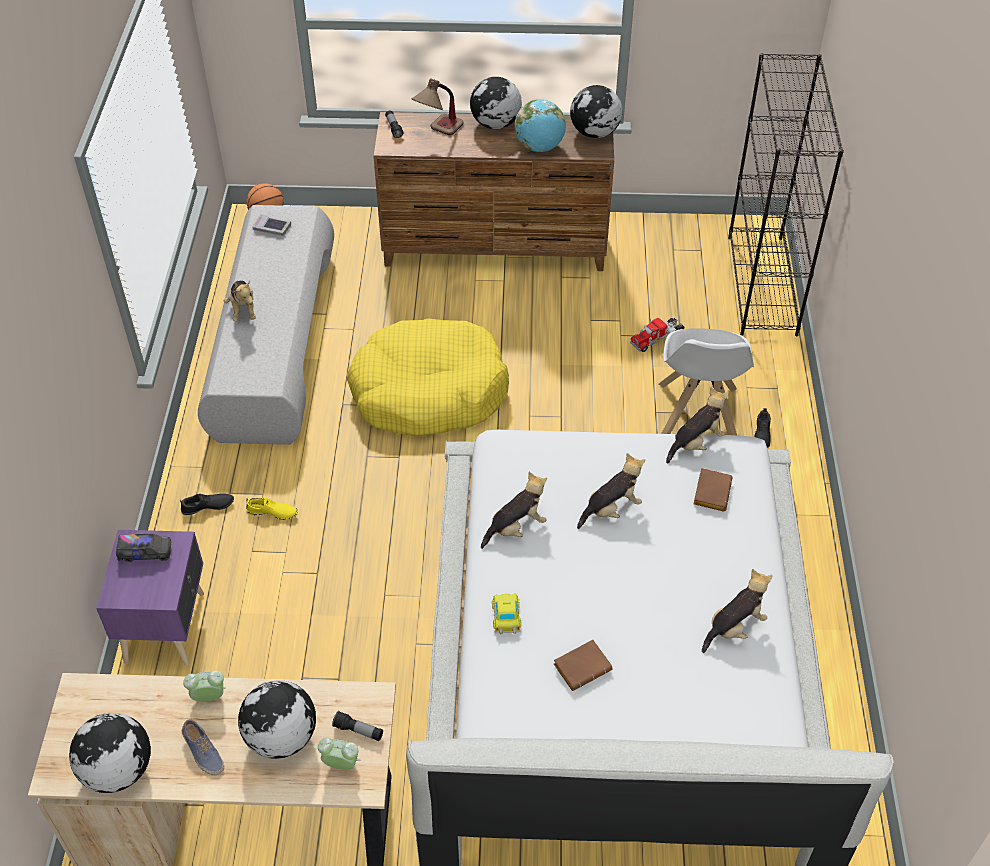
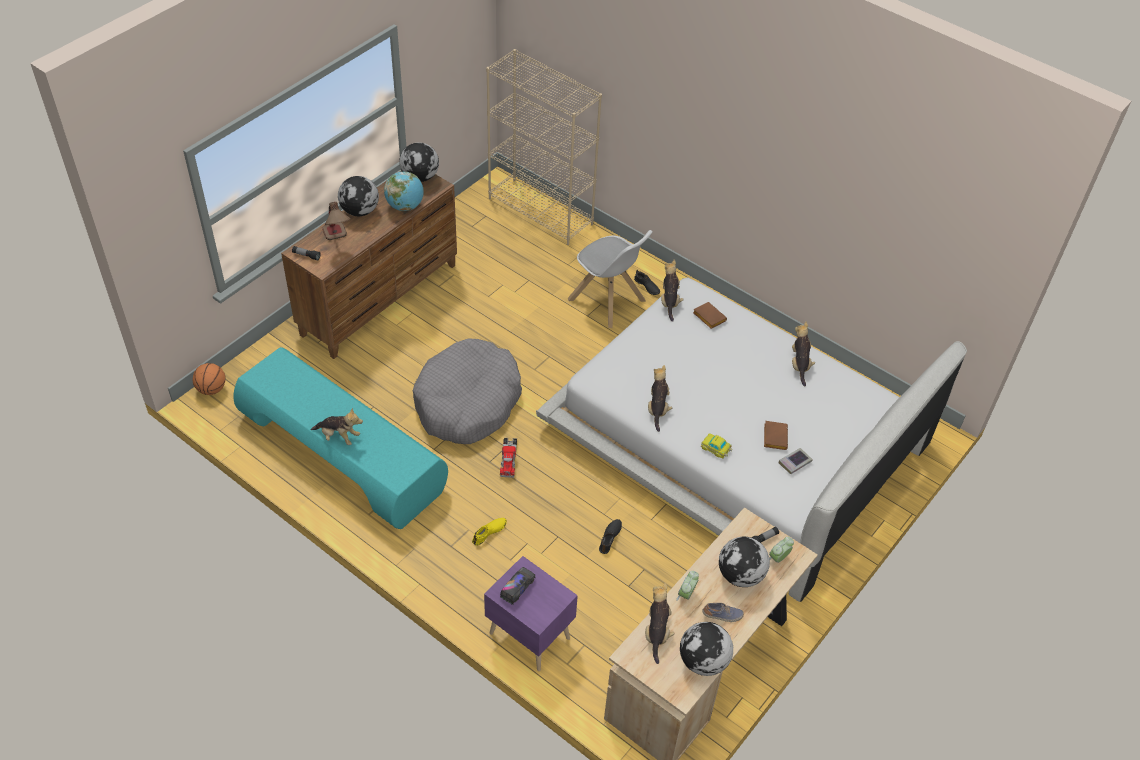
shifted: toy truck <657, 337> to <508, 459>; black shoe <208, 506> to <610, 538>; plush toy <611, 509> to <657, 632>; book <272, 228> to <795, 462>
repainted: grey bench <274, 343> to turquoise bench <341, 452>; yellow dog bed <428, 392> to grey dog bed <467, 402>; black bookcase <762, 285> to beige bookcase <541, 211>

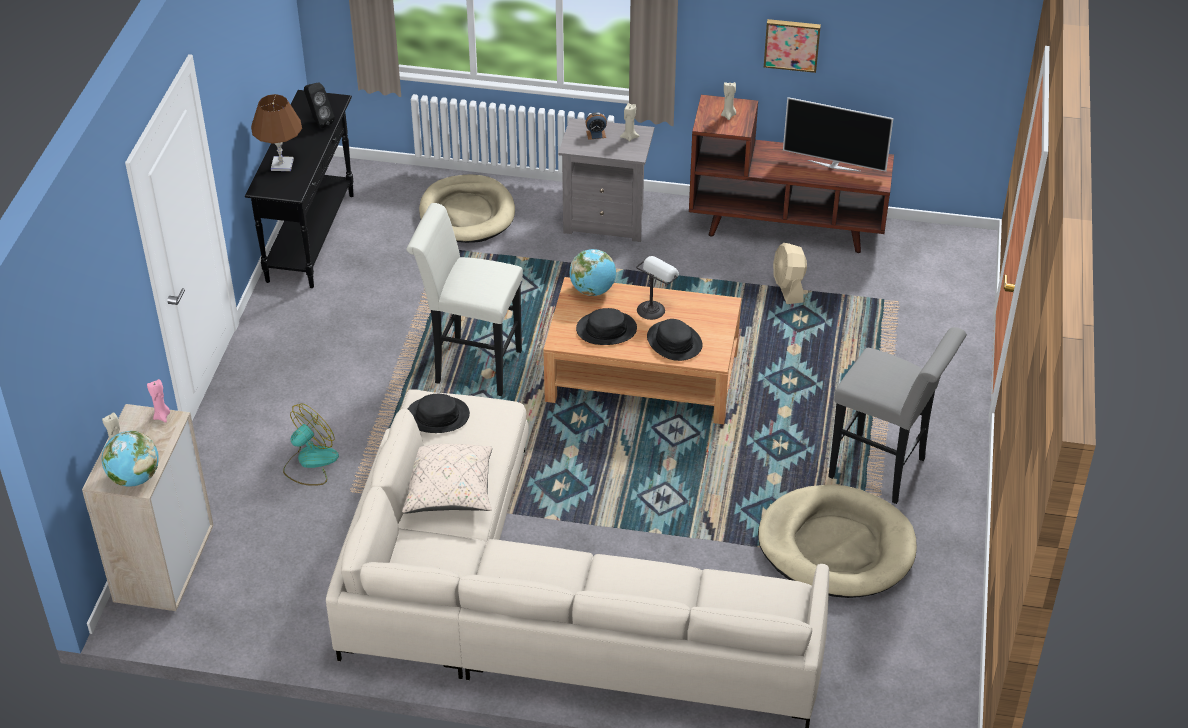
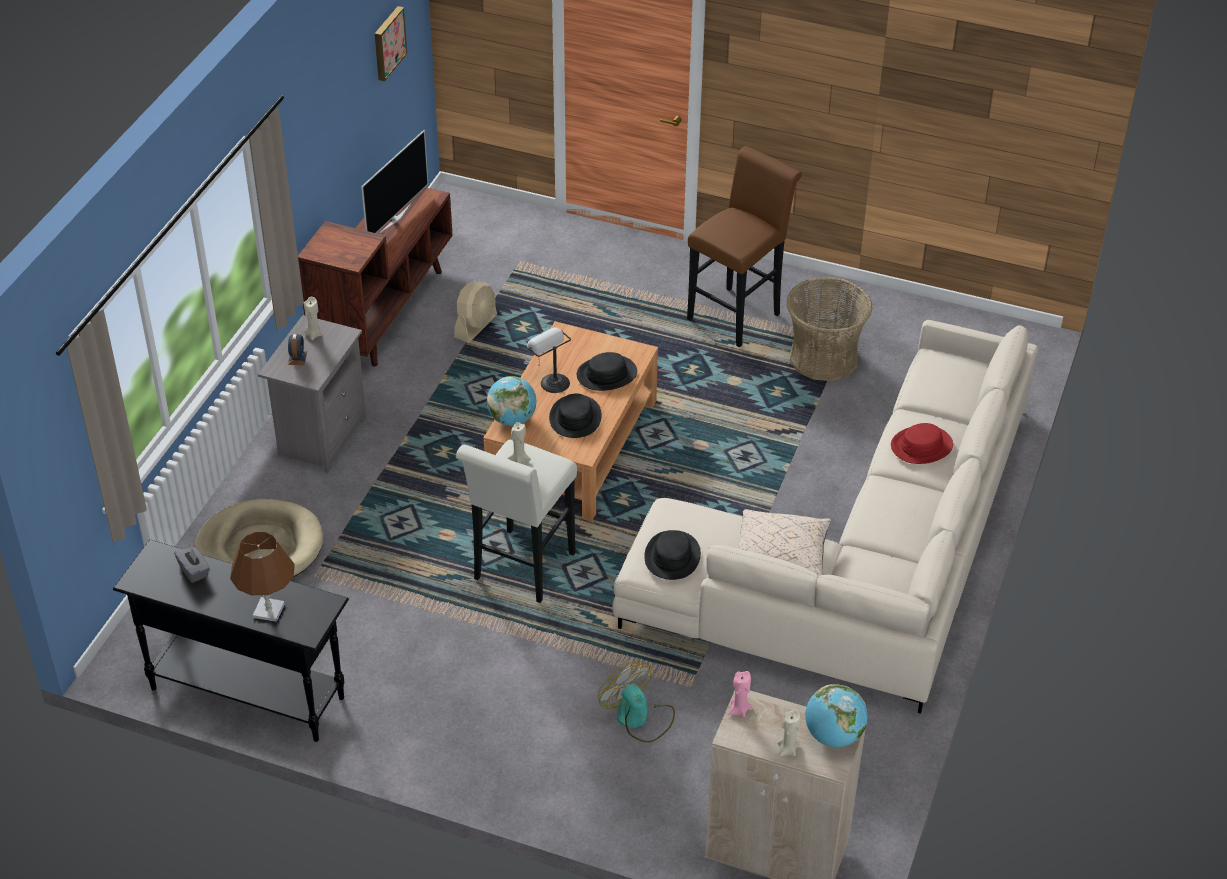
new: red hat <921, 446>
shifted: picture <792, 44> to <388, 43>; beige candle <728, 115> to <519, 459>
swapped: black speaker <319, 122> to grey tissue box <194, 571>; beige dog bed <836, 546> to basket <823, 358>
repainted: grey stool <884, 470> to brown stool <738, 313>
rotated: beige fan <788, 287> = <476, 326> 60 degrees counterclockwise

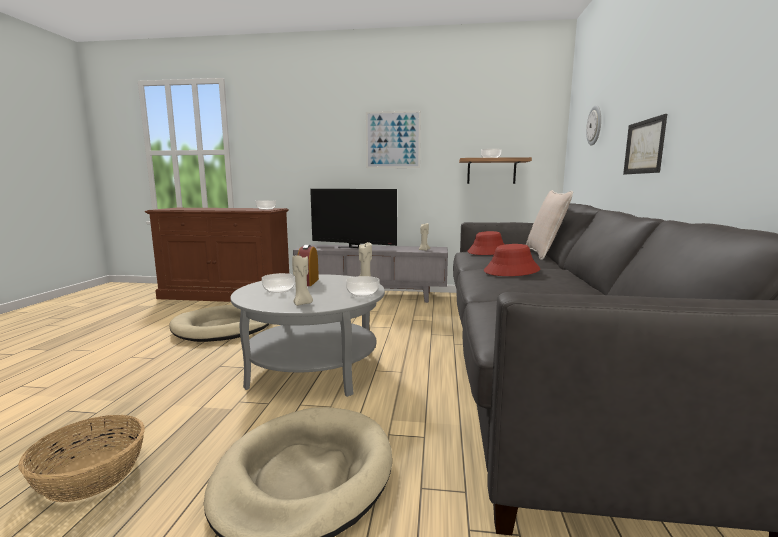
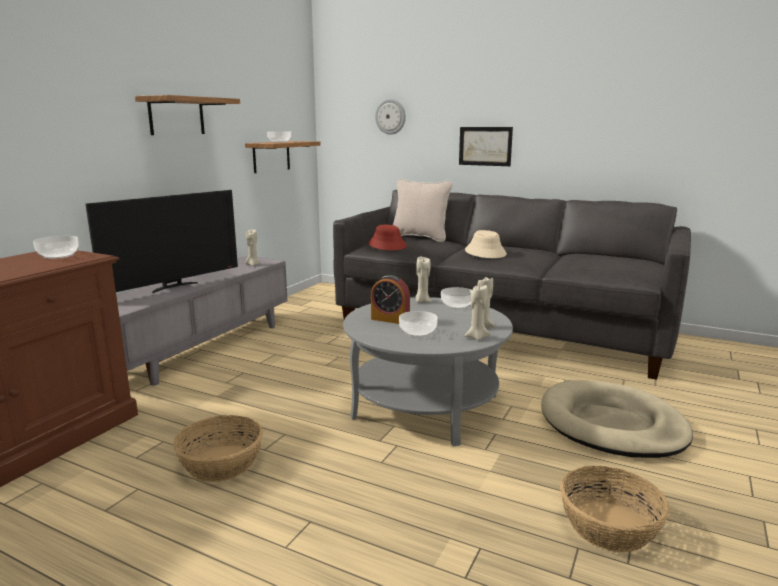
new: beige candle <476, 337>
swapped: picture <393, 140> to shelf <176, 116>; beige dog bed <222, 328> to basket <221, 463>
repainted: red hat <512, 271> to beige hat <485, 252>

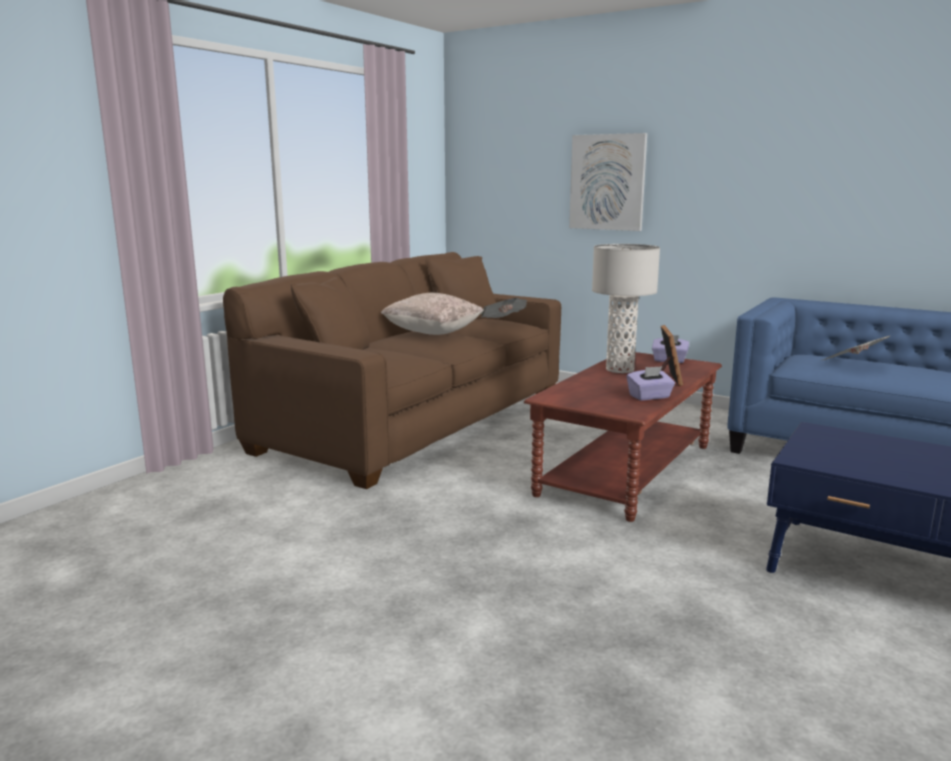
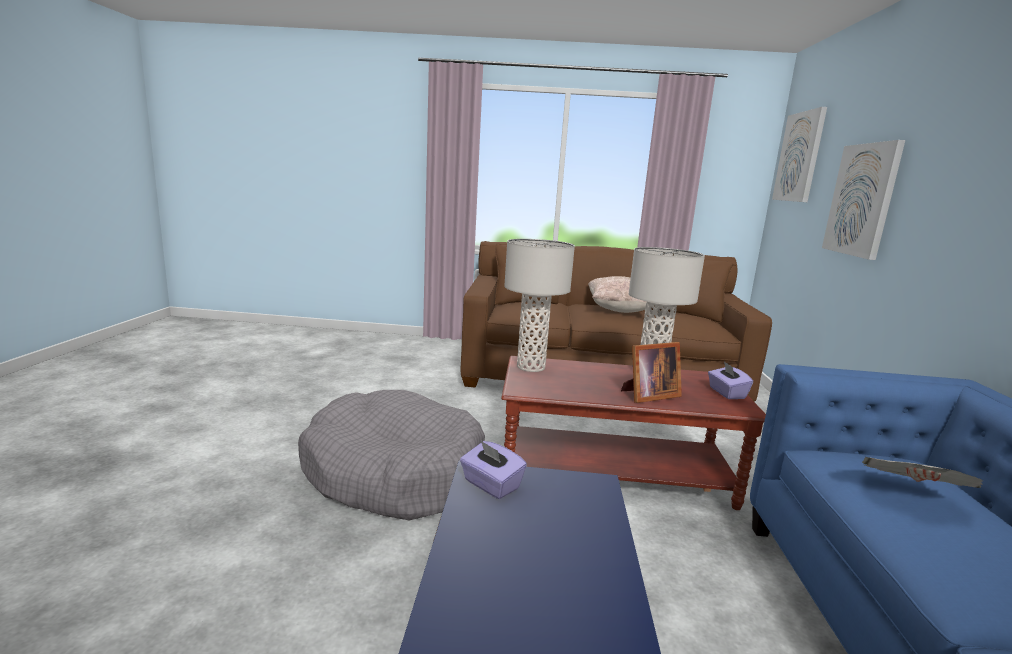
gone: newspaper <503, 322>
new: grey dog bed <393, 472>; white table lamp <530, 367>; picture <799, 157>
shifted: purple tissue box <649, 397> to <491, 485>

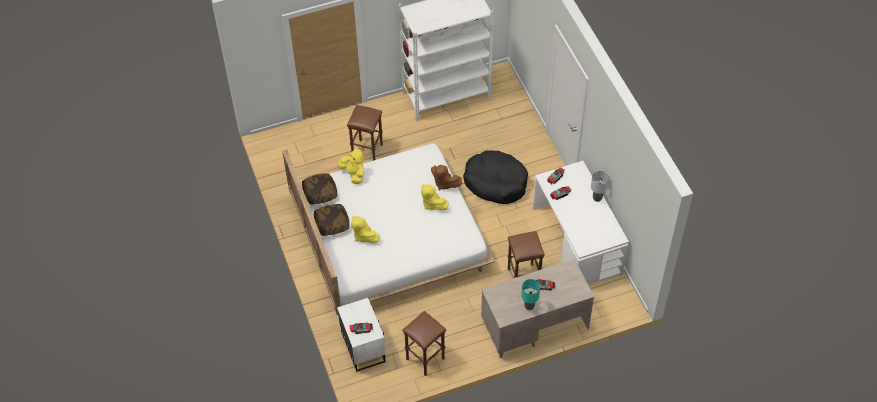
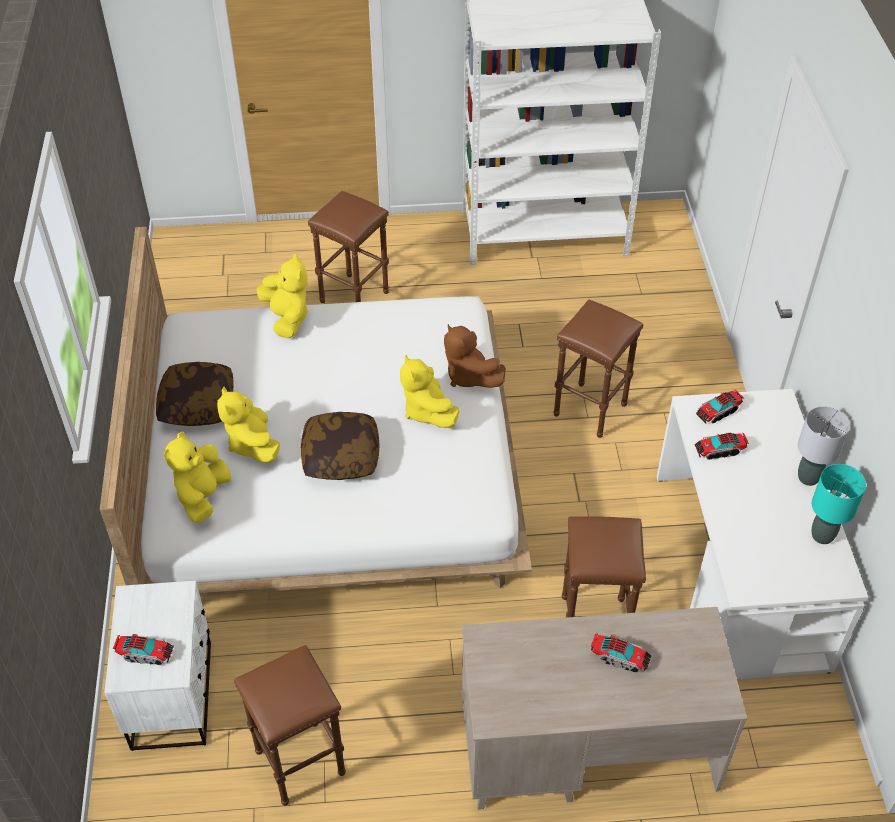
new: yellow plush toy <203, 496>
shifted: pillow <320, 193> to <341, 456>; turquoise table lamp <529, 306> to <822, 536>
swapped: black dog bed <495, 182> to brown stool <592, 409>

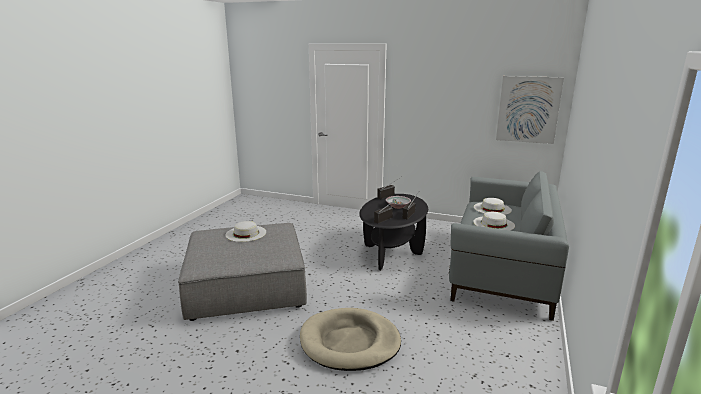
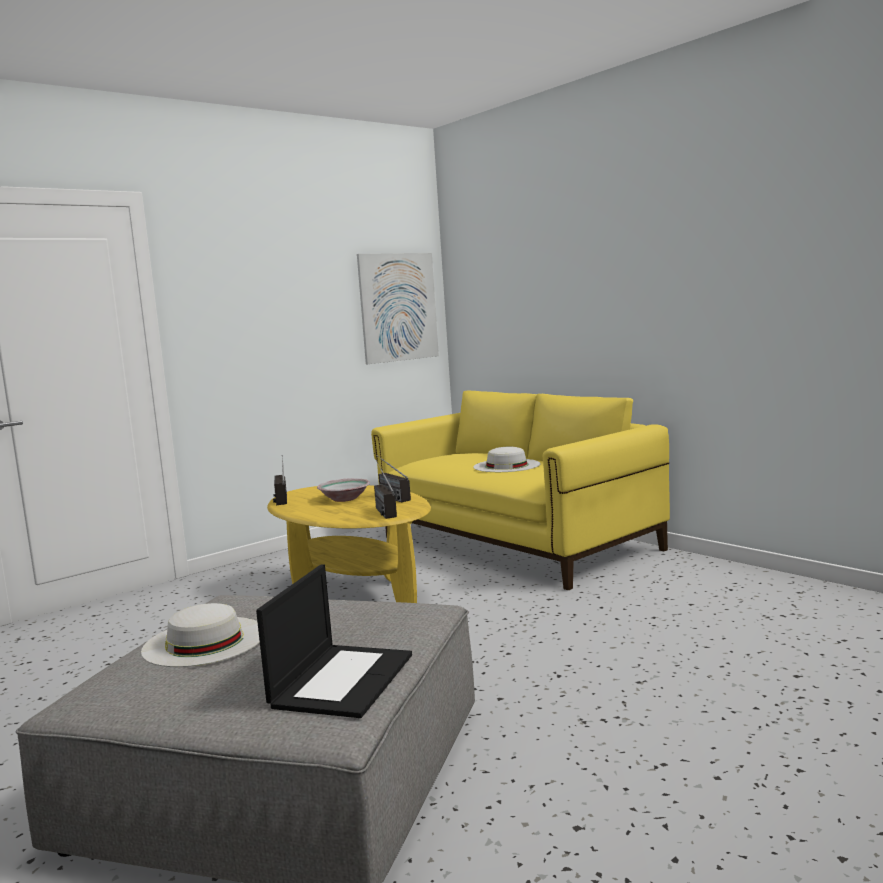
gone: beige dog bed <350, 342>; white hat <492, 208>
new: laptop <342, 679>
repainted: black coffee table <393, 250> to yellow coffee table <354, 595>; grey sofa <502, 269> to yellow sofa <515, 543>

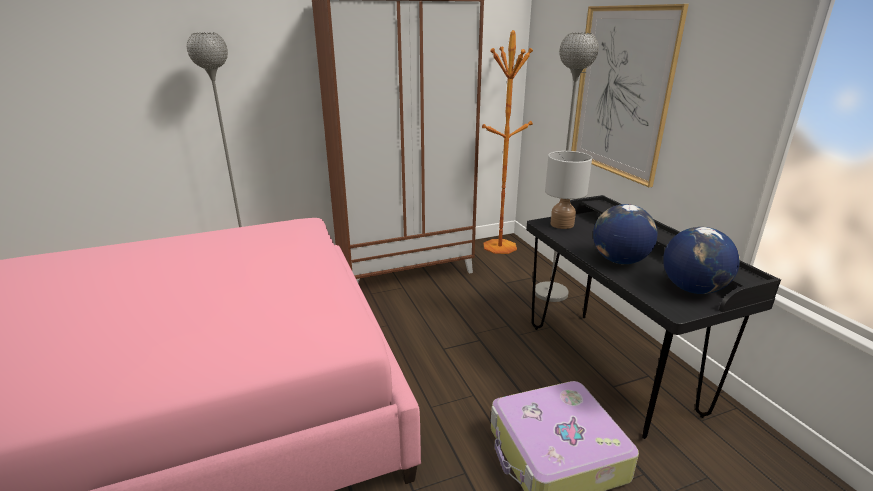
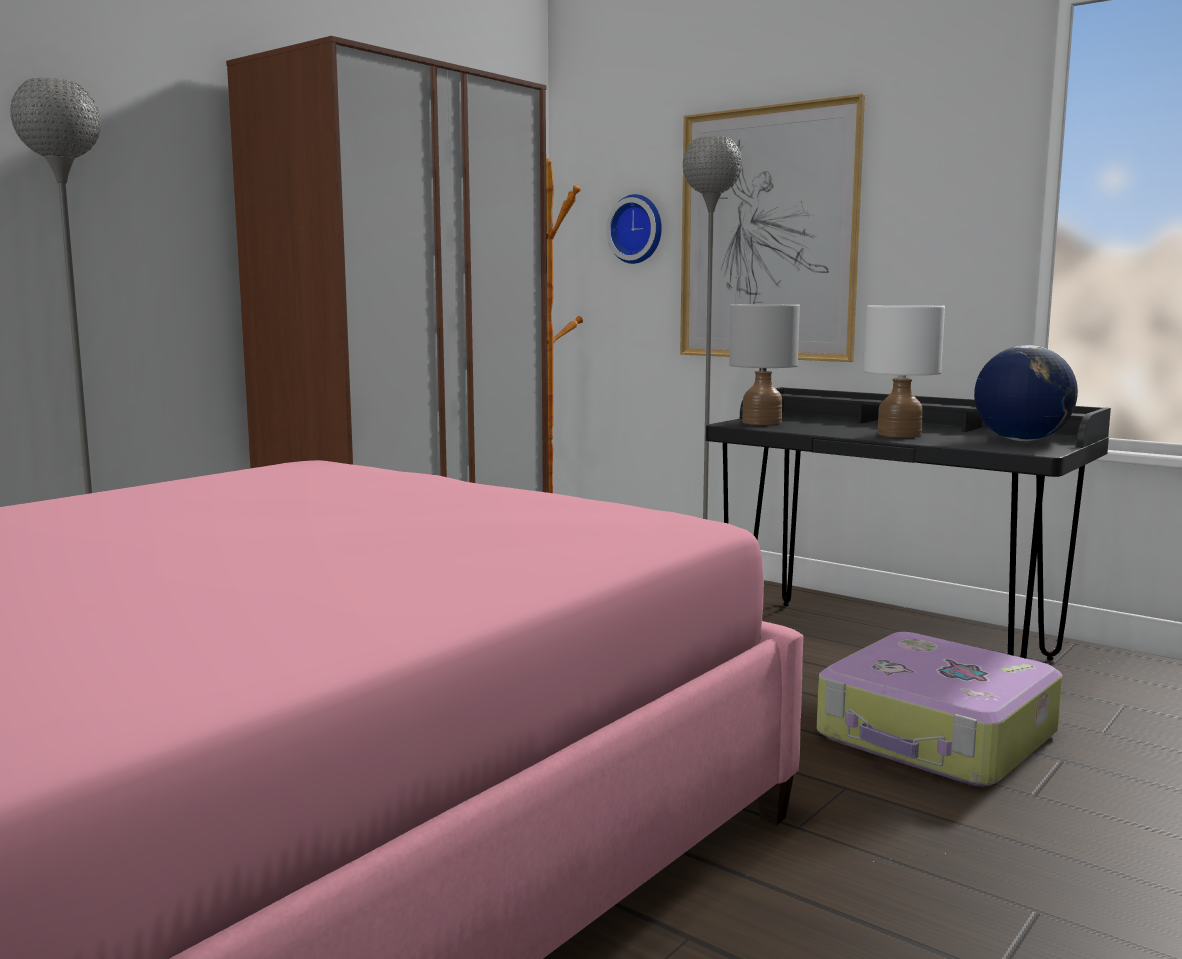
new: wall clock <637, 229>
swapped: globe <619, 260> to white table lamp <898, 435>

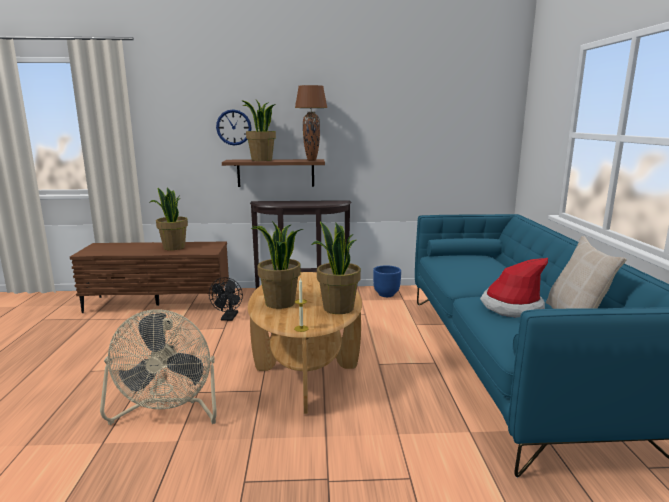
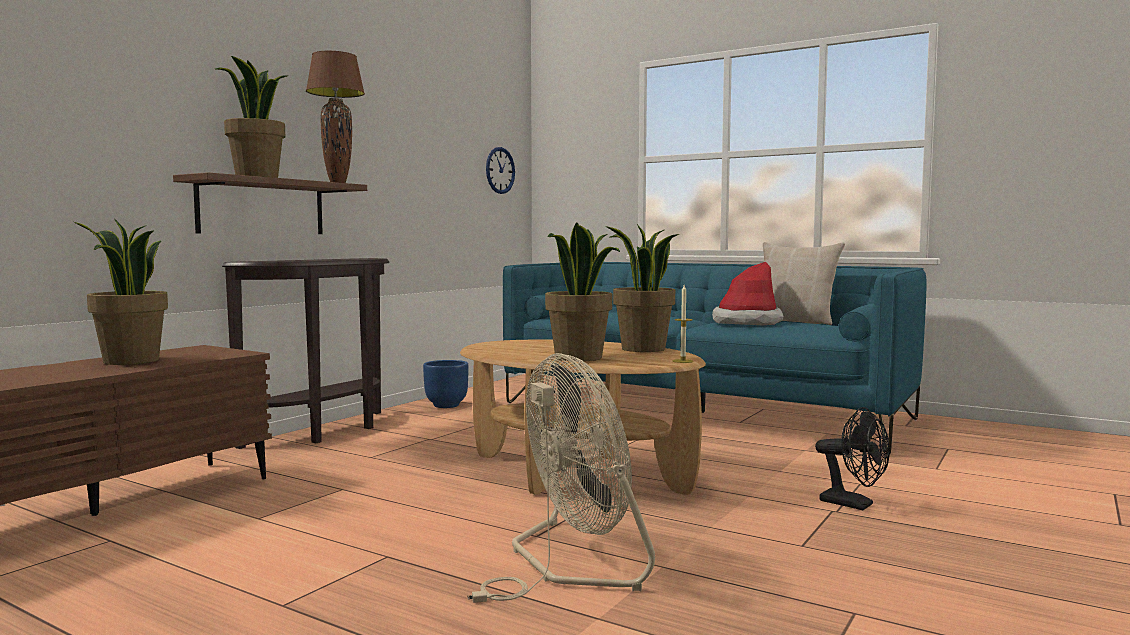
shifted: wall clock <233, 127> to <500, 170>; black fan <229, 318> to <854, 504>
rotated: beige fan <165, 410> = <559, 563> 60 degrees counterclockwise

